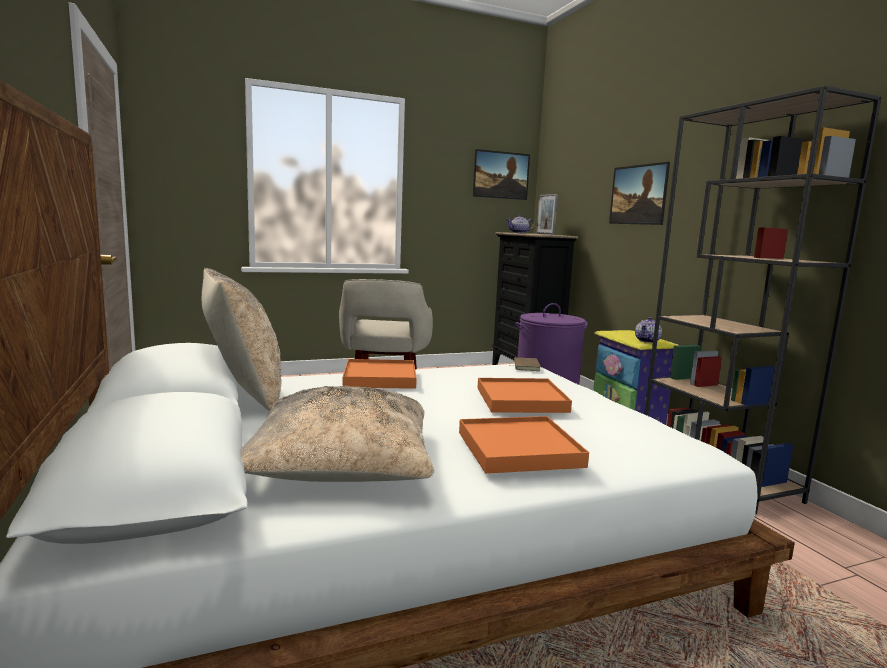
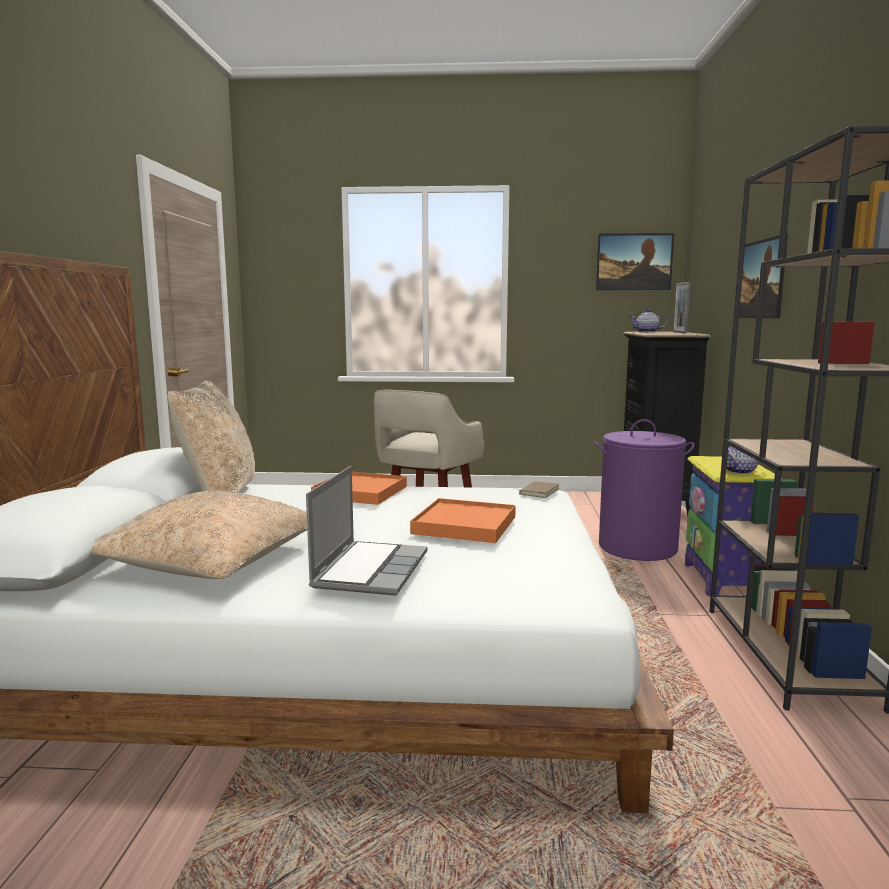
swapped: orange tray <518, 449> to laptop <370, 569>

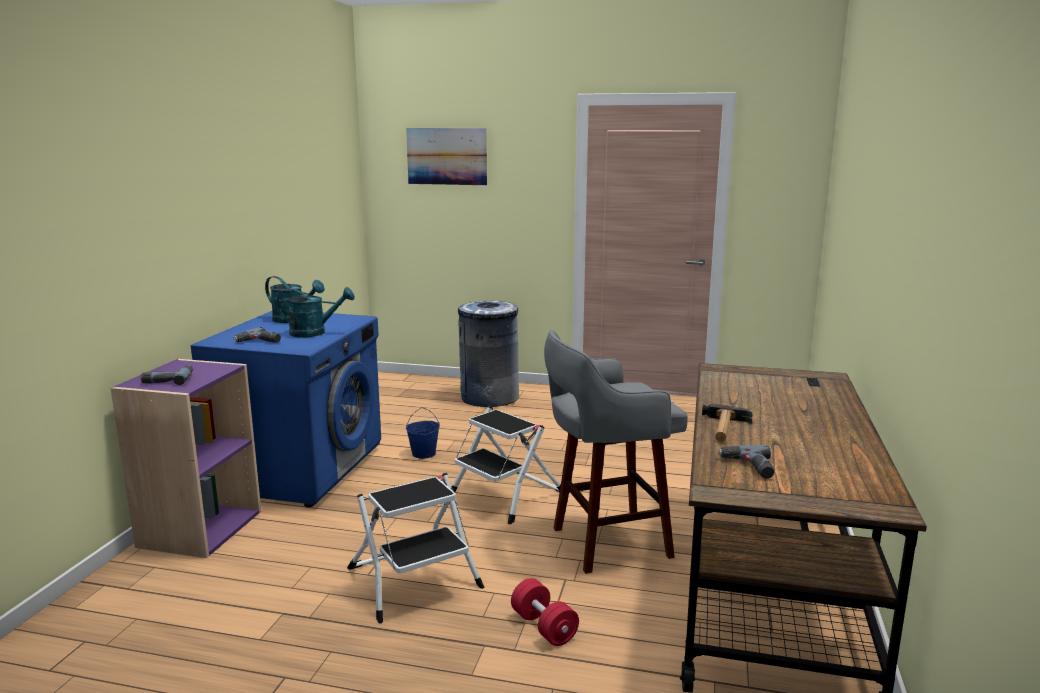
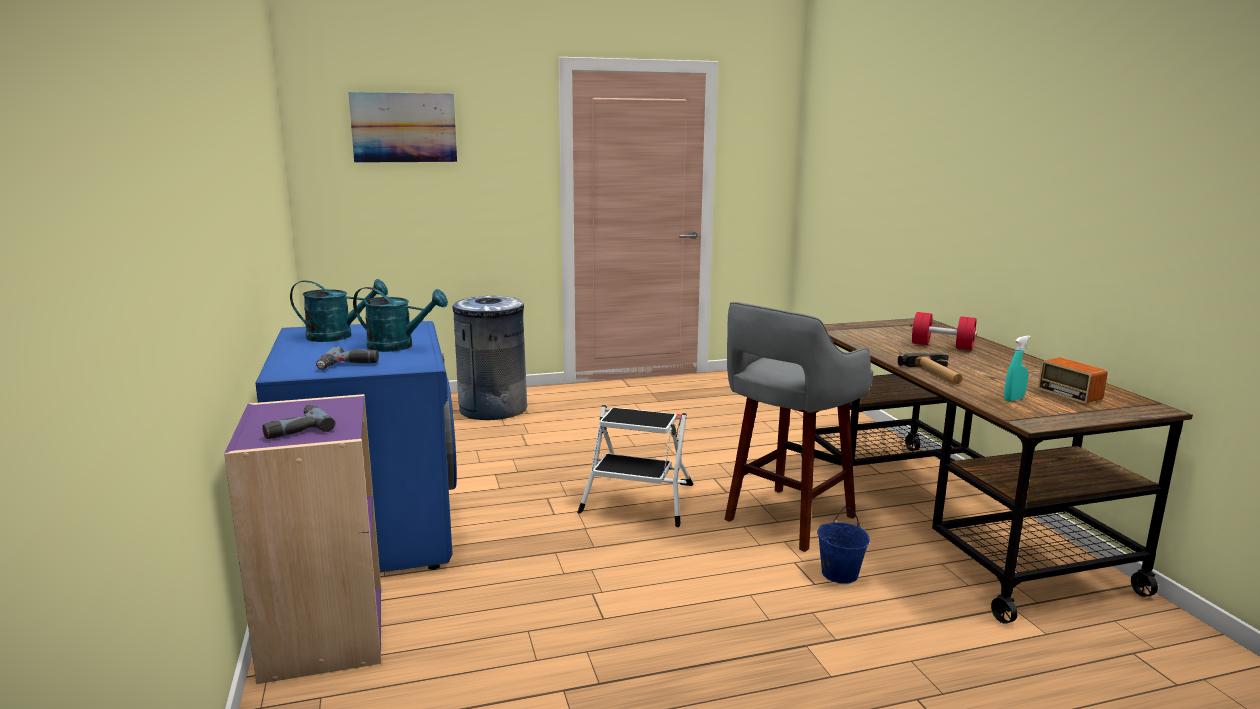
gone: step ladder <412, 580>
new: radio <1056, 385>
shifted: blue bucket <424, 453> to <839, 573>; red dumbbell <544, 627> to <942, 346>
swapped: power drill <748, 467> to turquoise spray bottle <1013, 399>
rotated: turquoise watering can <314, 333> = <398, 346> 45 degrees clockwise

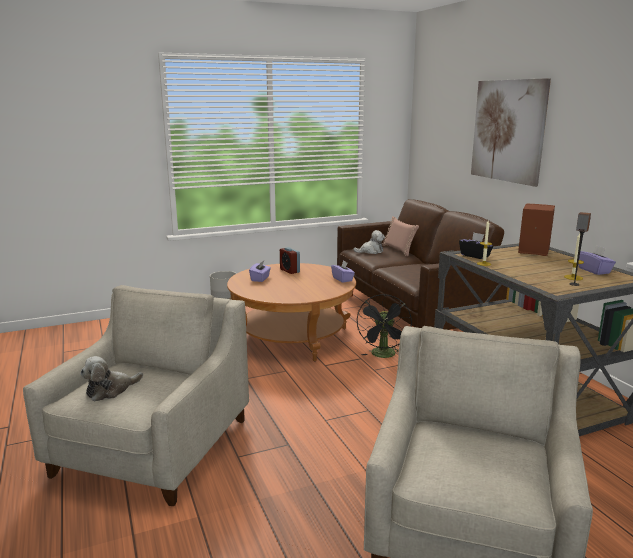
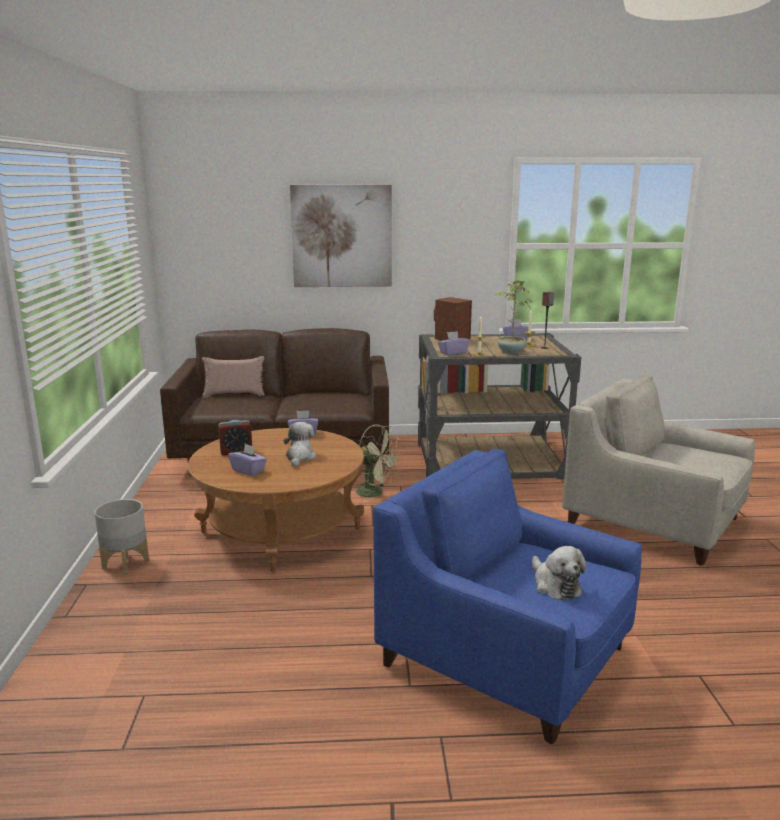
new: potted plant <511, 352>
shifted: plush toy <370, 251> to <300, 457>
repainted: black fan <383, 356> to green fan <376, 493>; beige armchair <151, 448> to blue armchair <507, 657>; black tissue box <475, 256> to purple tissue box <453, 353>

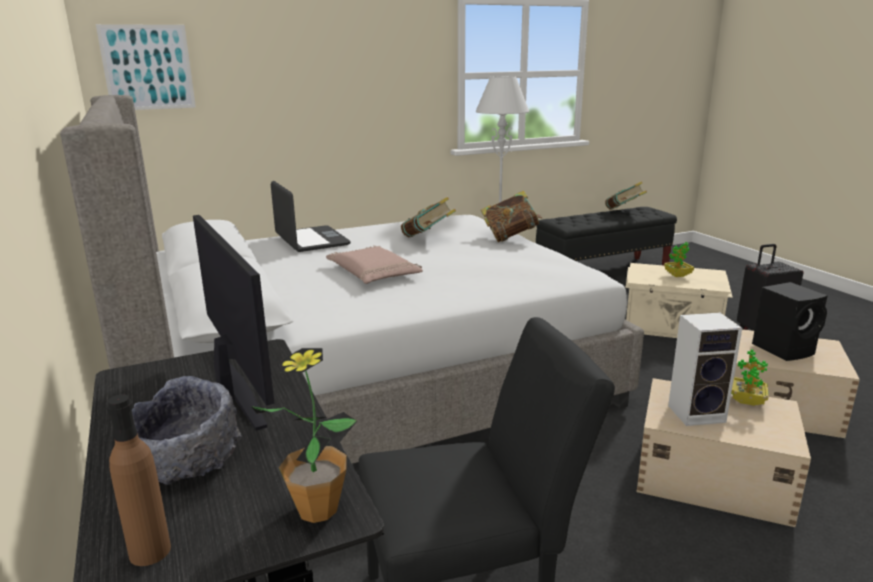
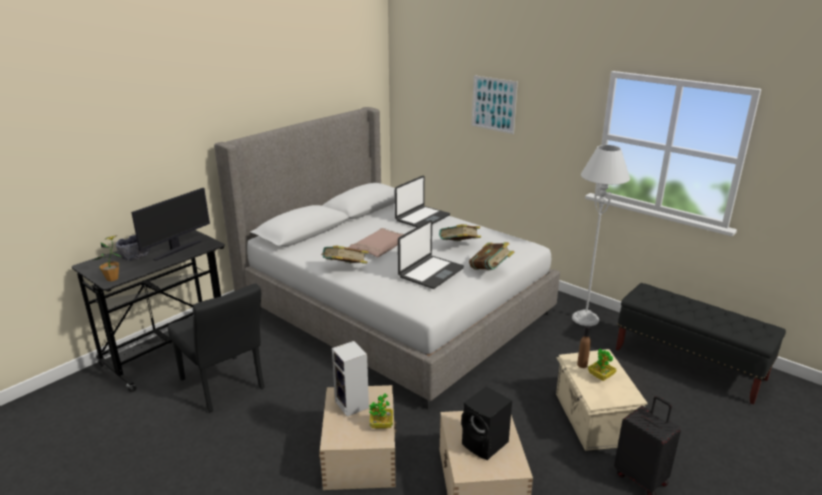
new: laptop <430, 272>
shifted: book <624, 211> to <345, 269>; picture <148, 67> to <493, 104>; brown bottle <150, 551> to <582, 365>

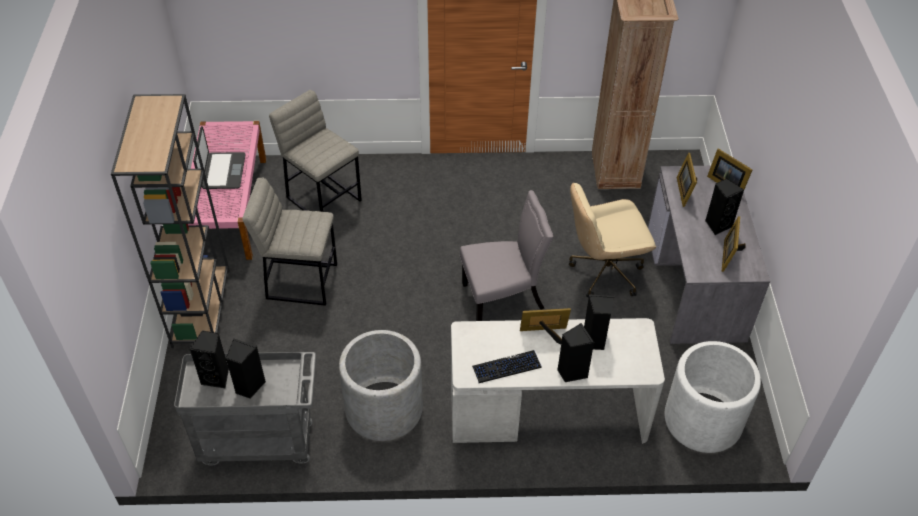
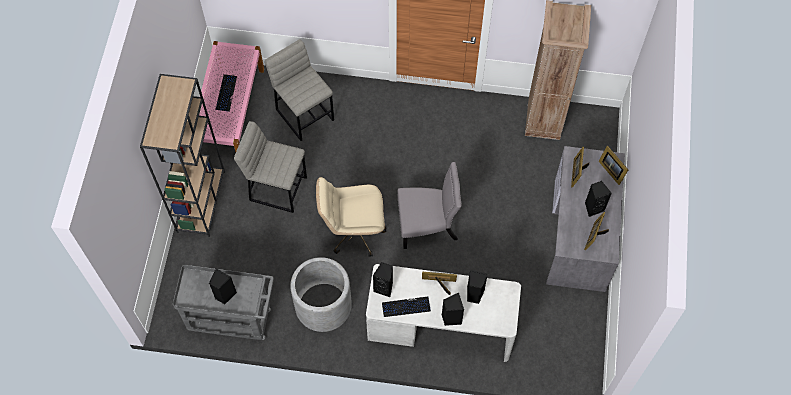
gone: white planter <703, 420>
shifted: beige office chair <603, 274> to <353, 233>; black speaker <217, 377> to <384, 287>
swapped: laptop <222, 171> to keyboard <226, 93>

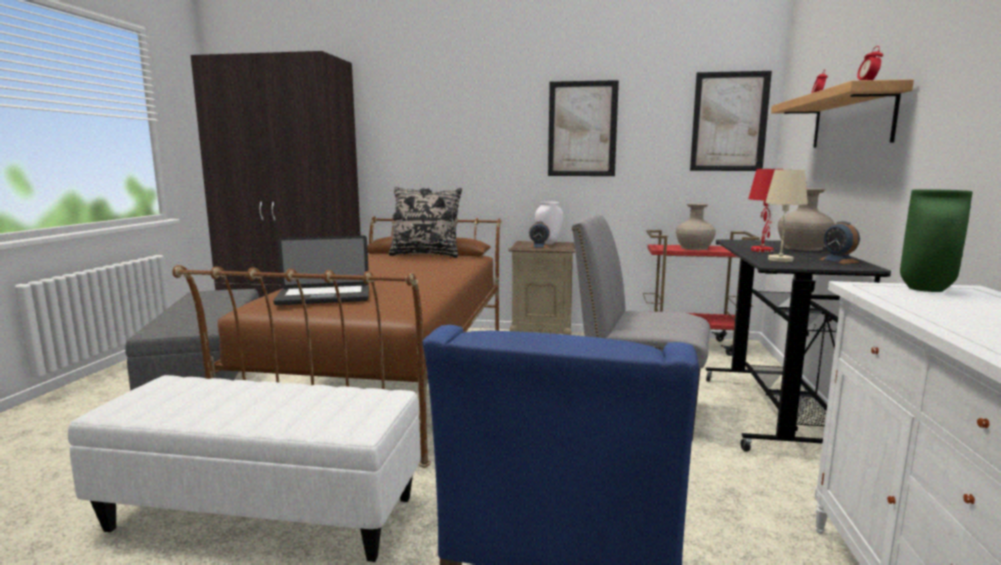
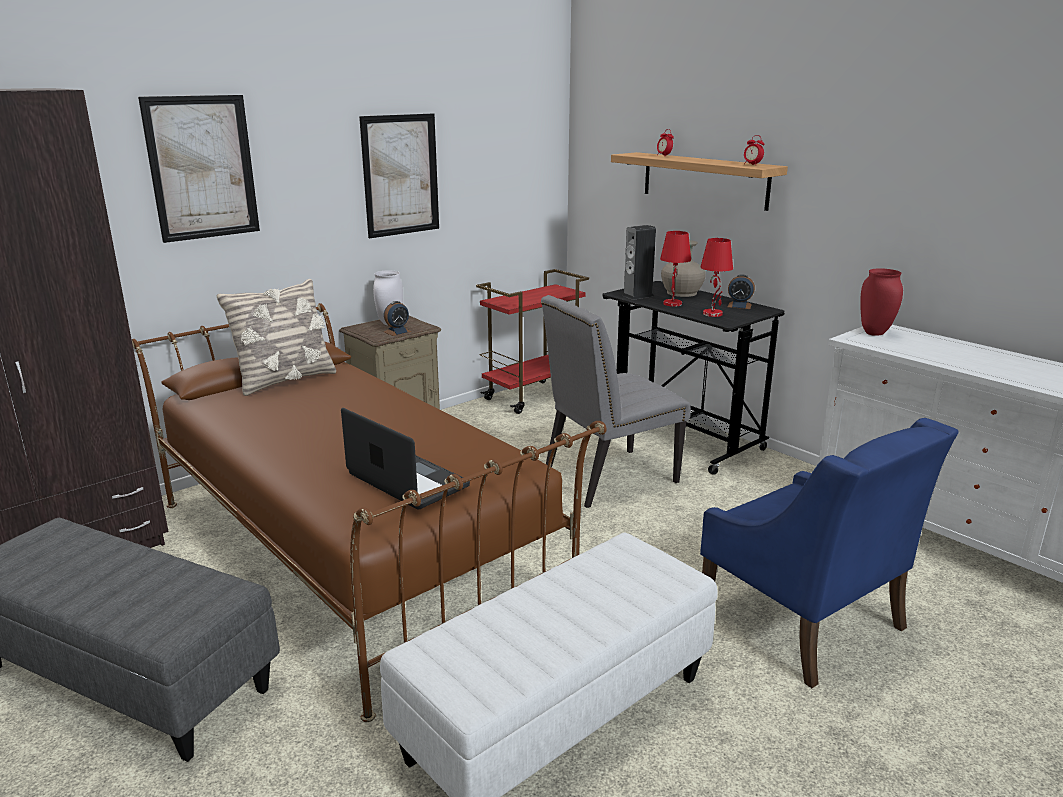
gone: beige vase <694, 248>
new: speaker <638, 295>
shifted: picture <729, 122> to <202, 168>
repainted: black pillow <425, 255> to beige pillow <285, 381>; beige table lamp <780, 260> to red table lamp <713, 314>; green vase <927, 289> to red vase <875, 333>
rotated: laptop <324, 297> = <407, 480> 75 degrees counterclockwise

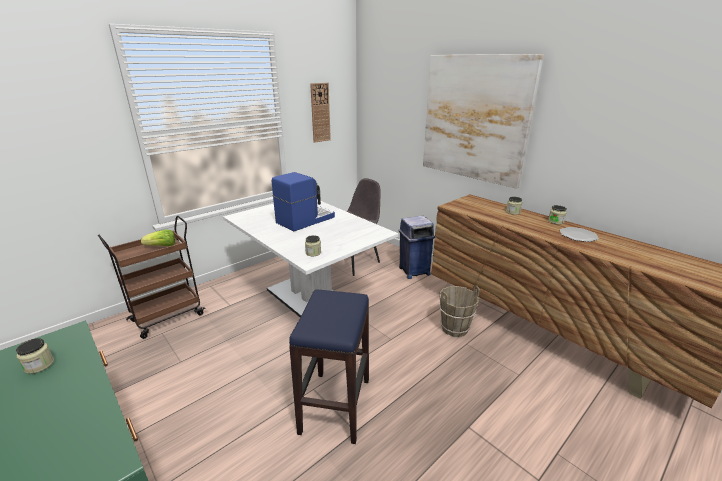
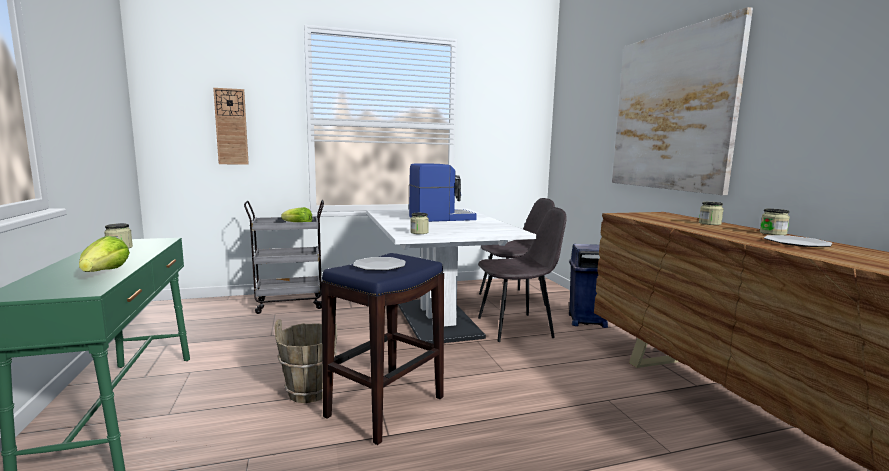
new: lettuce <105, 272>; plate <379, 265>; grey chair <516, 327>
shifted: wall clock <320, 113> to <231, 127>; brown bucket <454, 328> to <309, 392>
repainted: brown cart <168, 317> to grey cart <290, 304>

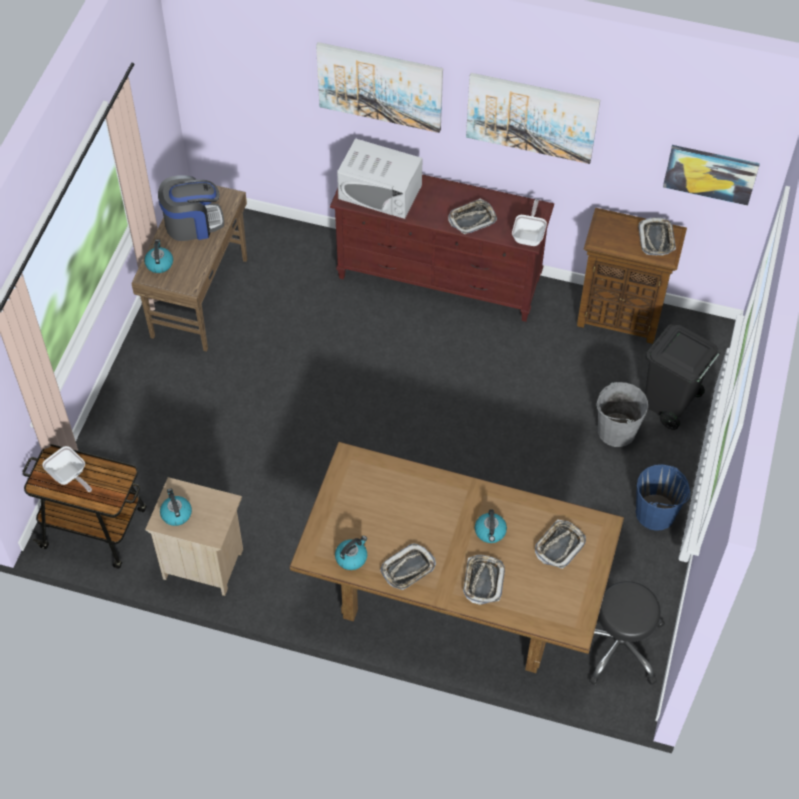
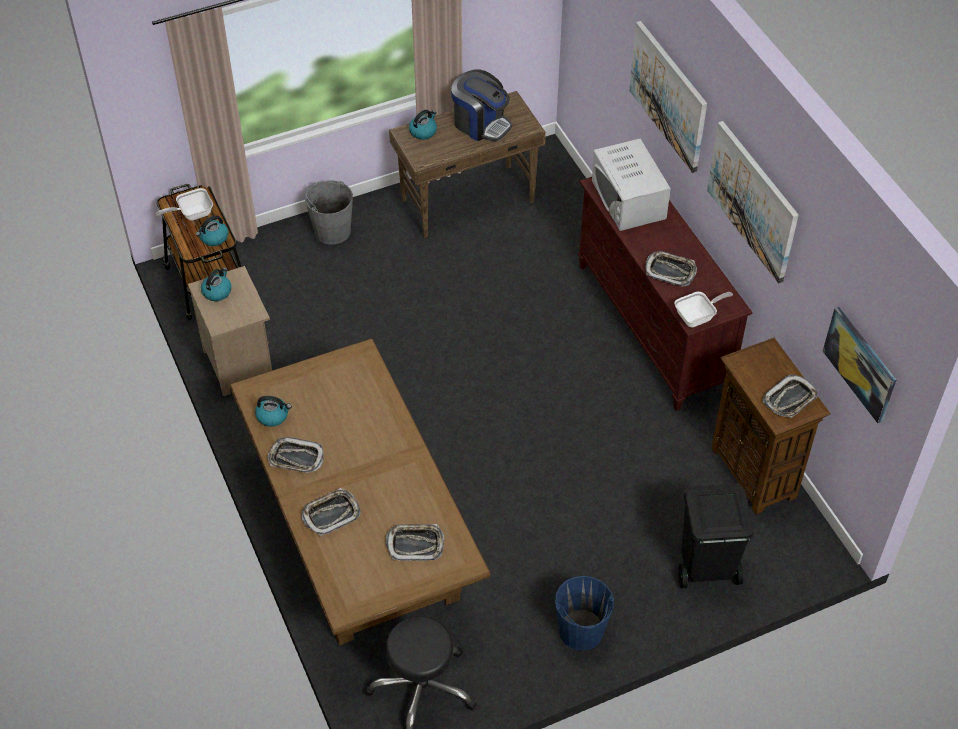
shifted: kettle <490, 532> to <214, 238>; grey bucket <616, 430> to <332, 231>
rotated: frying pan <69, 476> = <192, 214> 60 degrees clockwise

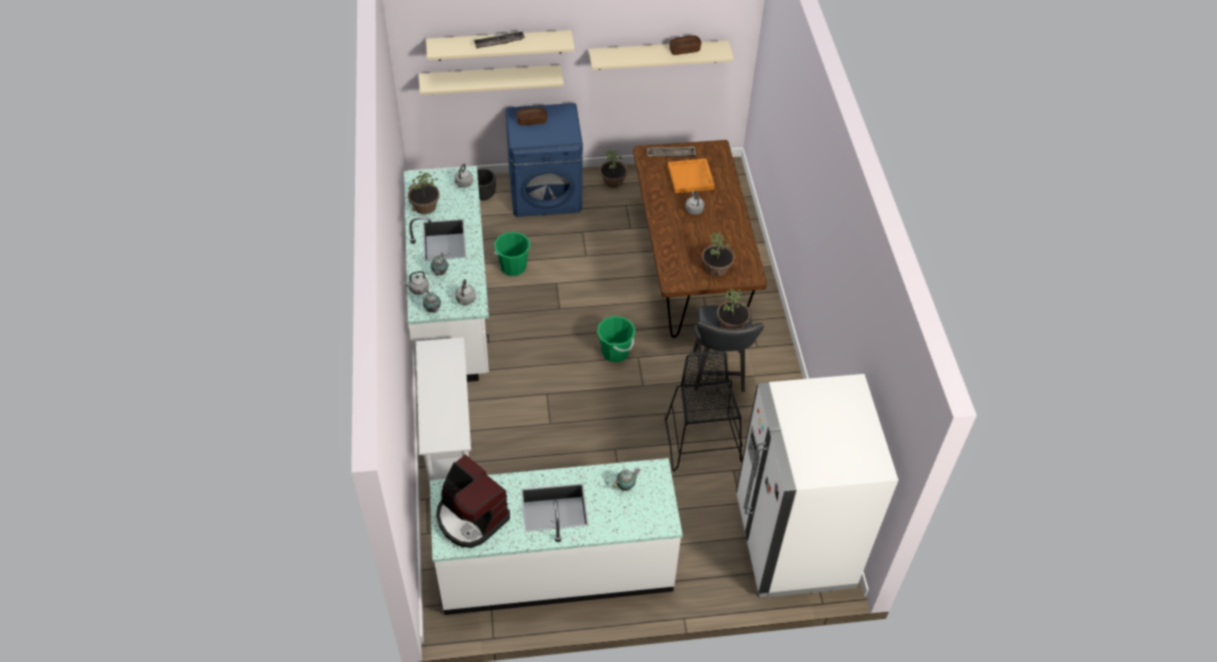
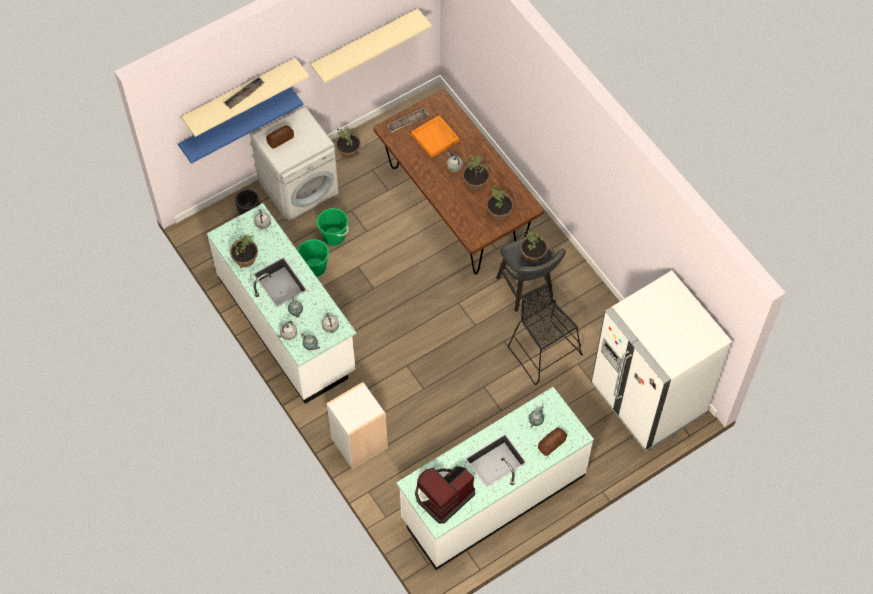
new: potted plant <475, 183>
shifted: green bucket <615, 352> to <334, 236>; bread <684, 50> to <552, 444>
swapped: white console table <449, 447> to bookcase <359, 443>
repainted: beige shelf <490, 79> to blue shelf <235, 121>; blue washing machine <546, 194> to white washing machine <300, 187>
rotated: coffee machine <471, 517> = <443, 495> 120 degrees clockwise

